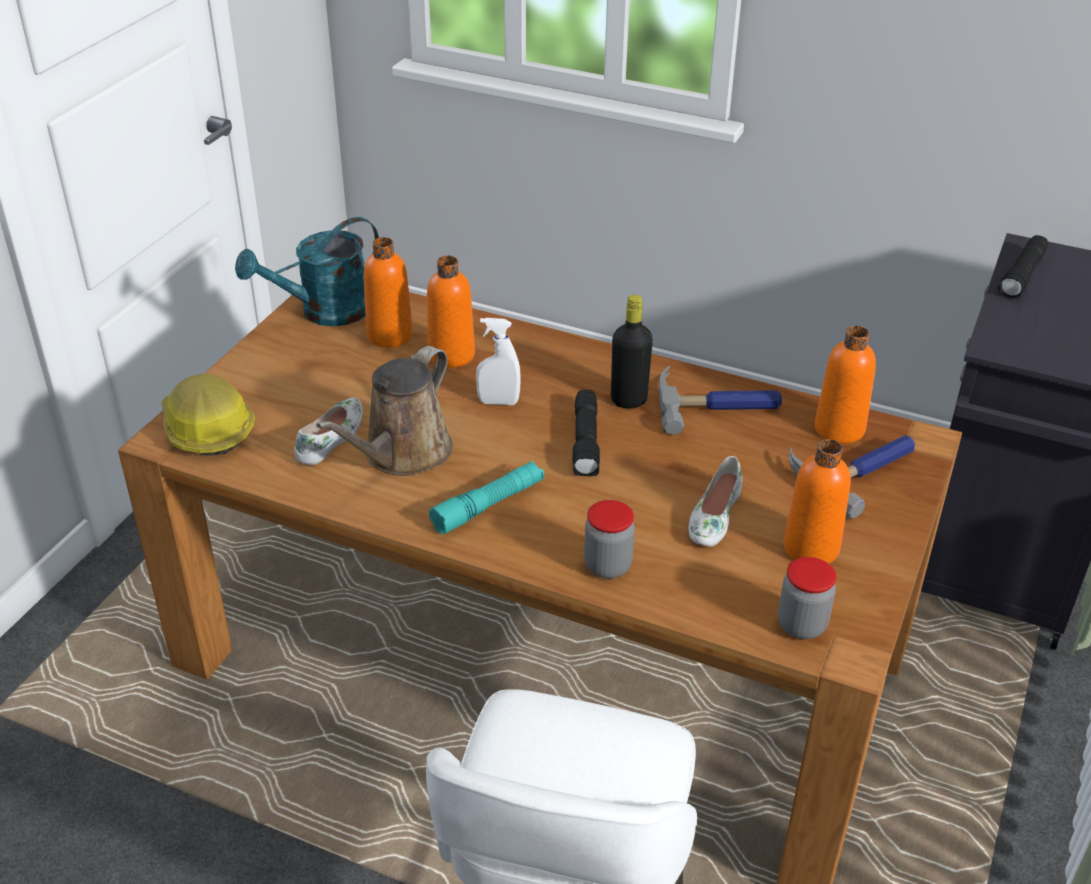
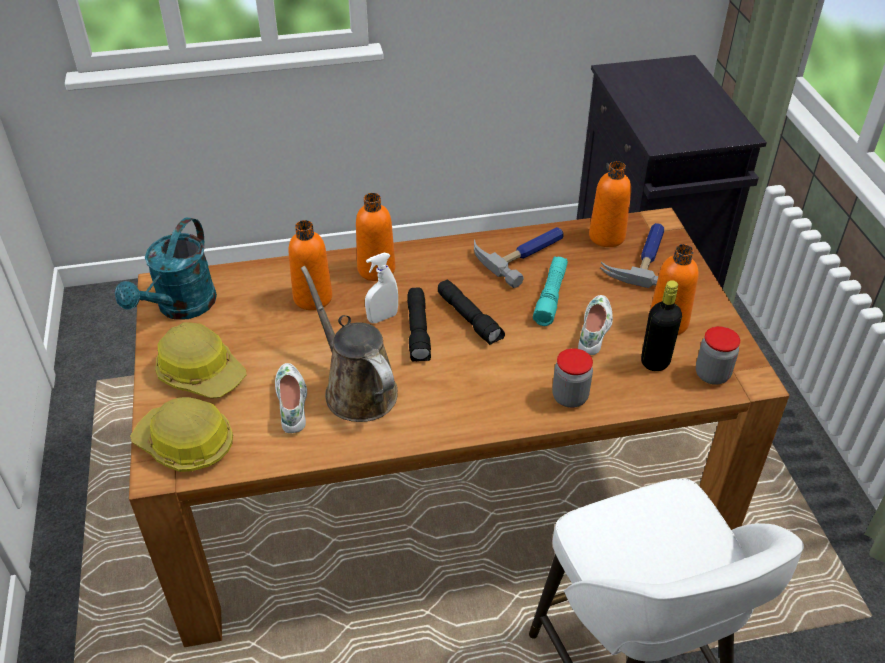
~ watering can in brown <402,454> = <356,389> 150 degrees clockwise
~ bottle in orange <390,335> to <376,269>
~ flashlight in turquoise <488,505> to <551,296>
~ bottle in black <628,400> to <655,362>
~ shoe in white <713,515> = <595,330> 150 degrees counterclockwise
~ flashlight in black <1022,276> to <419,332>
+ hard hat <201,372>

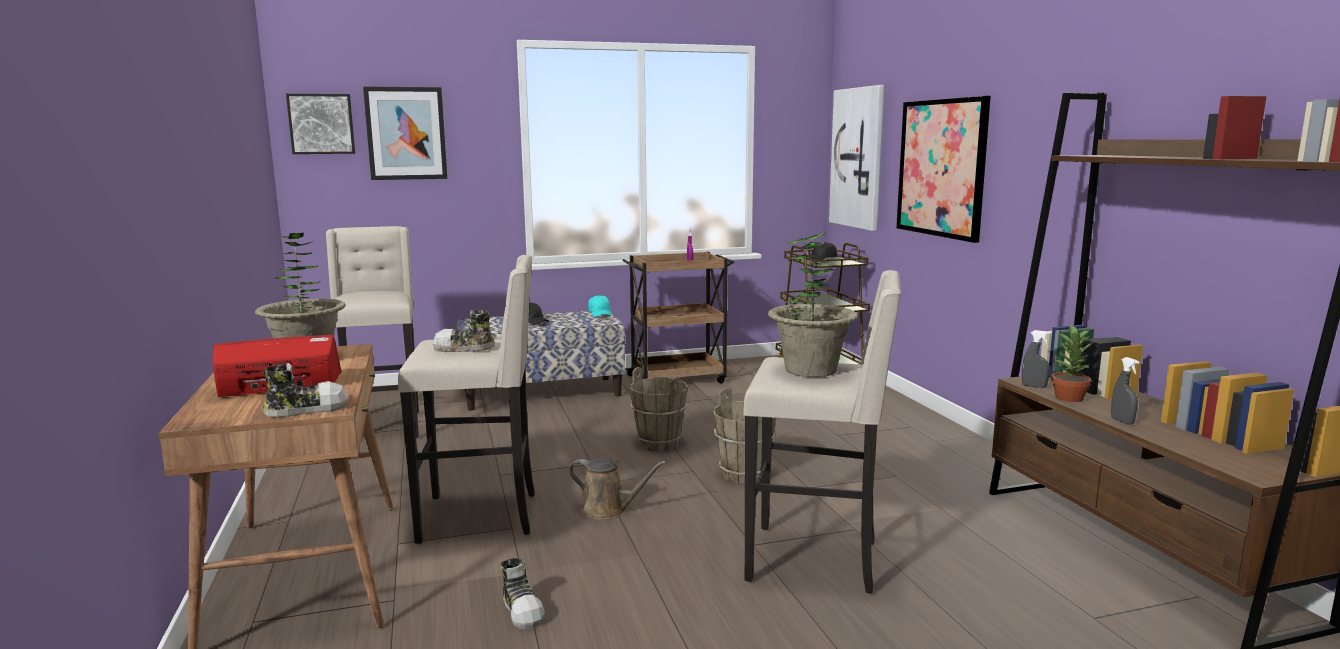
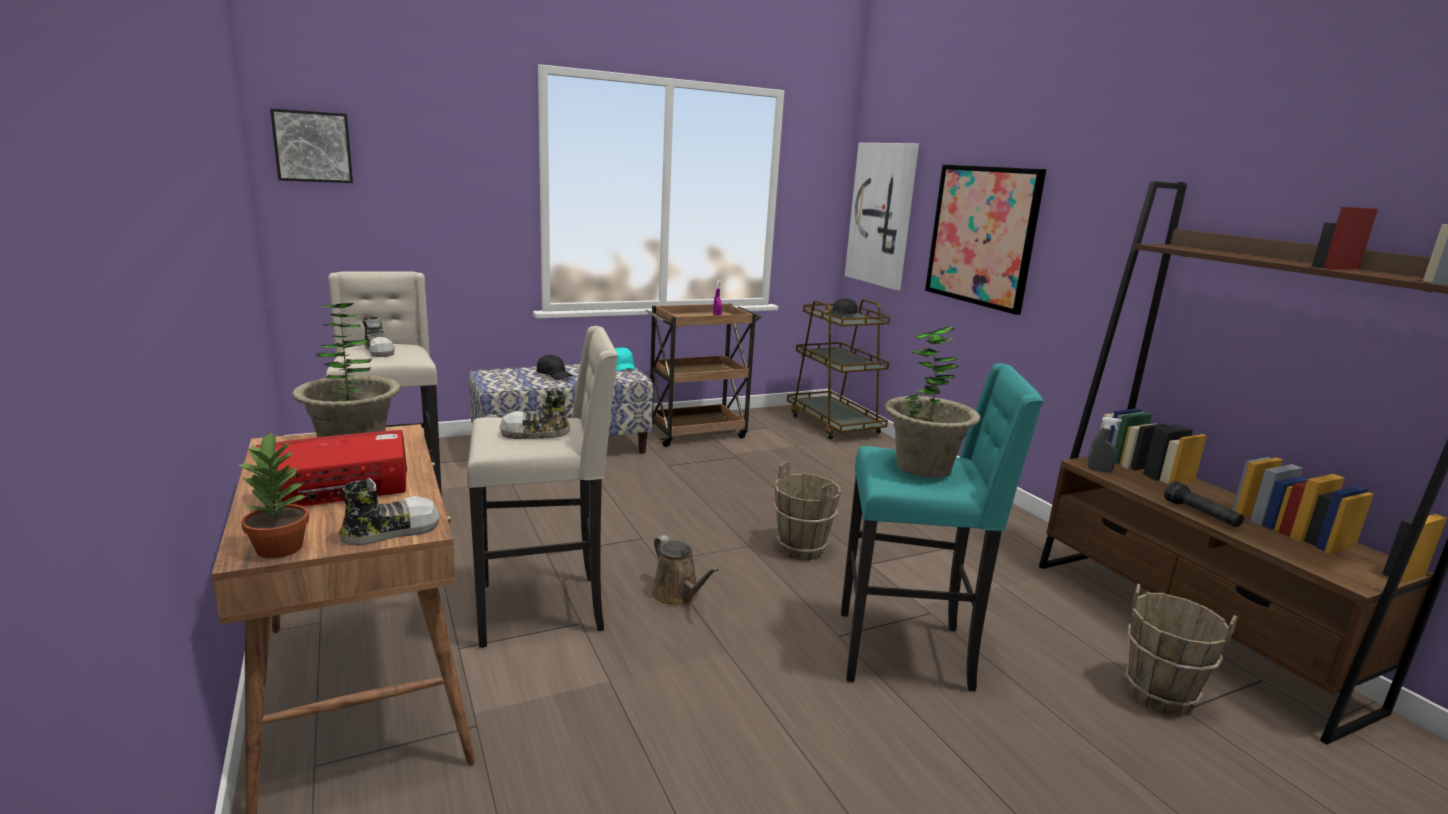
- picture <406,133>
~ shoe <523,610> to <379,351>
~ watering can in brown <608,510> = <678,596> 45 degrees clockwise
~ bucket in brown <659,444> to <1159,694>
~ stool in beige <816,560> to stool in turquoise <907,652>
~ potted plant <1069,398> to <281,548>
~ spray bottle in grey <1122,421> to flashlight in black <1201,515>

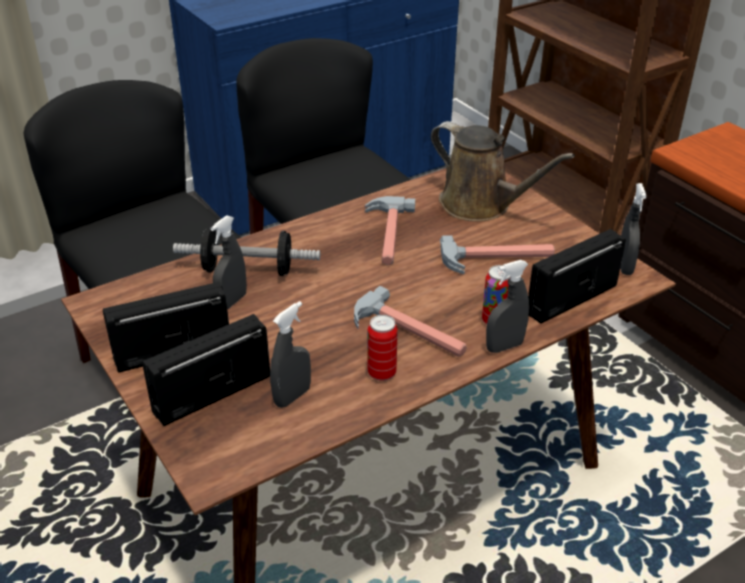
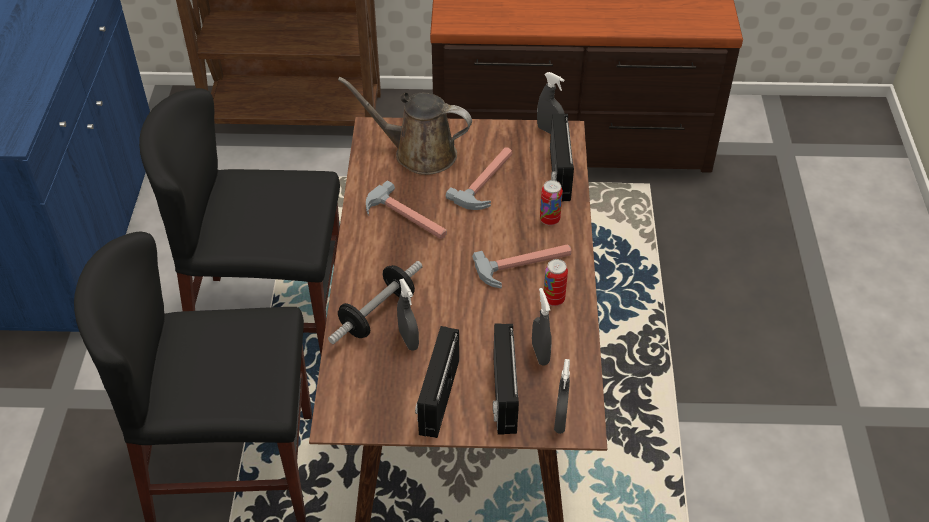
~ watering can in brown <481,205> = <419,153> 150 degrees counterclockwise
~ spray bottle in grey <504,346> to <560,420>

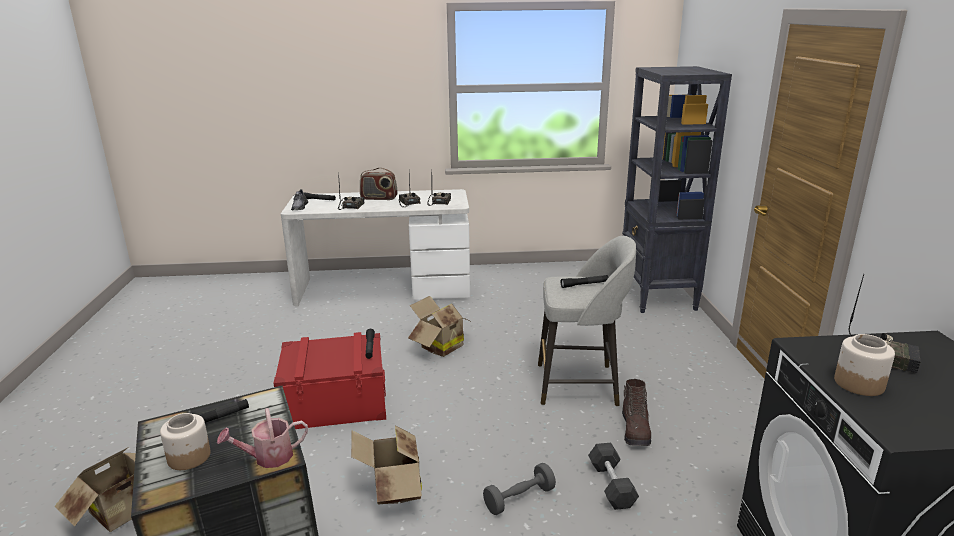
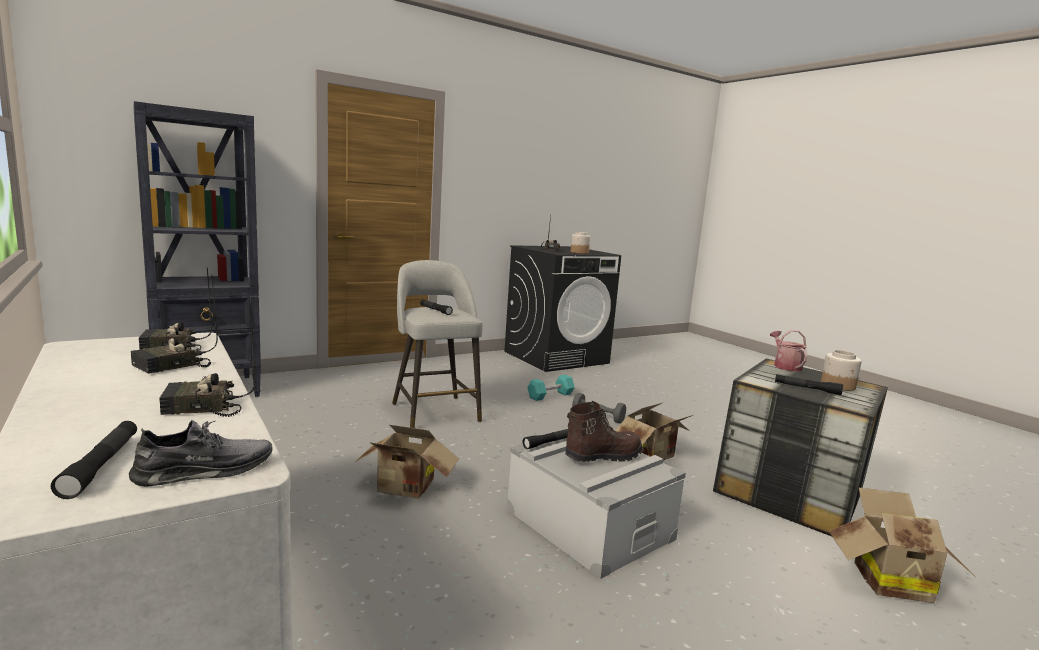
~ watering can <268,457> = <785,366> 135 degrees counterclockwise
~ storage box in red <335,401> to storage box in grey <588,524>
- radio <379,198>
~ dumbbell in black <611,485> to dumbbell in turquoise <550,396>
~ boot in brown <635,430> to <602,456>

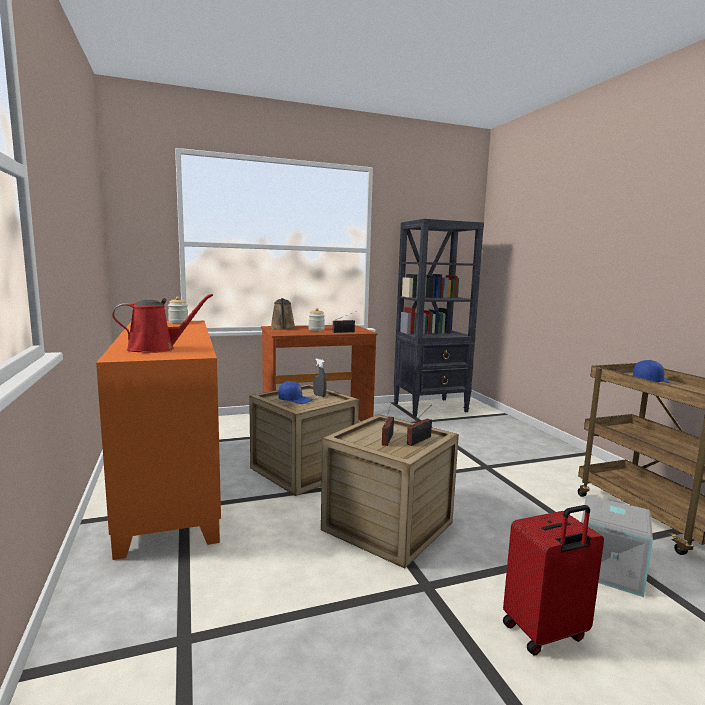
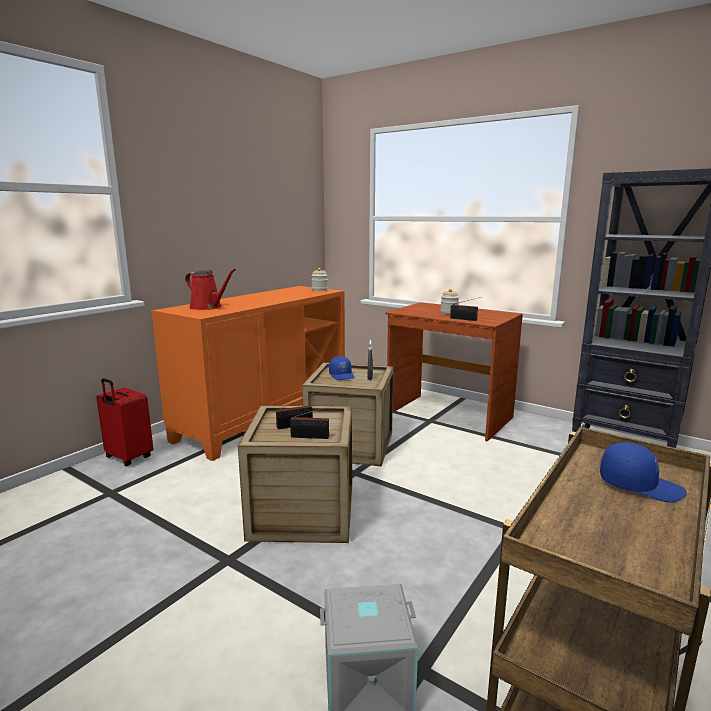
- watering can in brown <283,328>
~ suitcase in red <545,633> to <128,458>

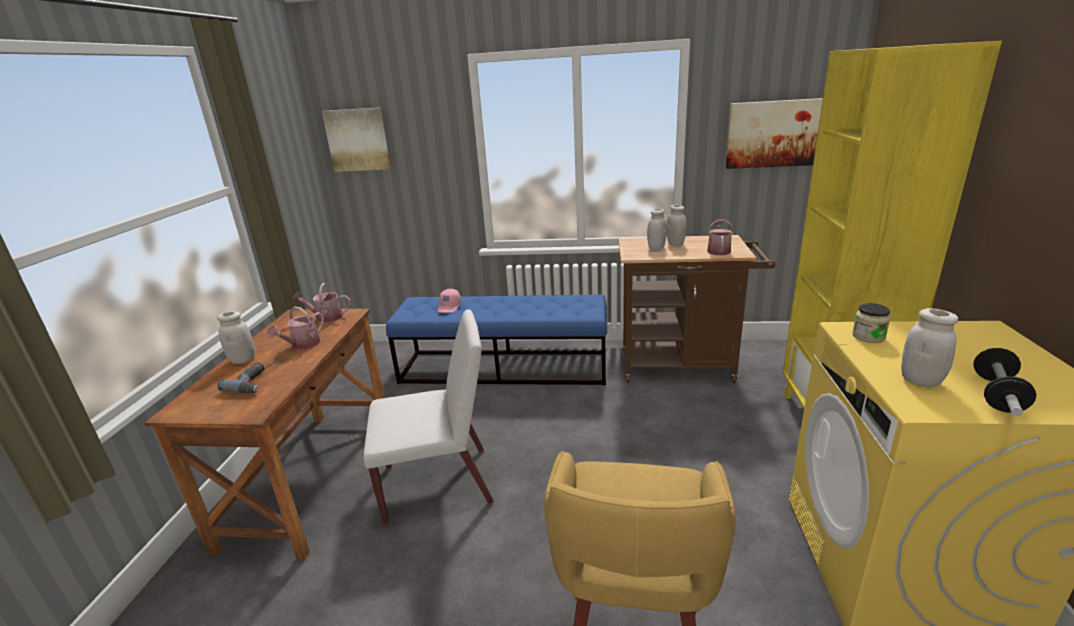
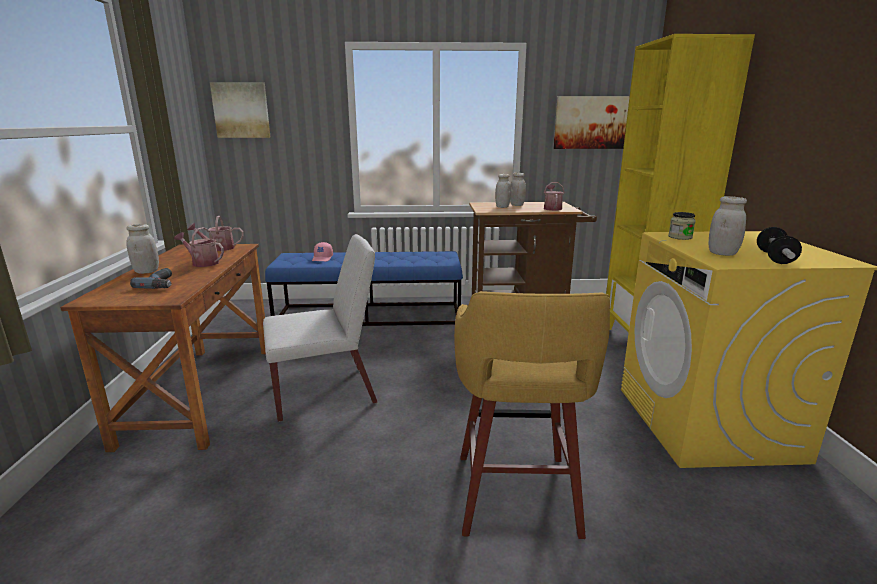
~ watering can <302,345> = <202,263> 90 degrees clockwise

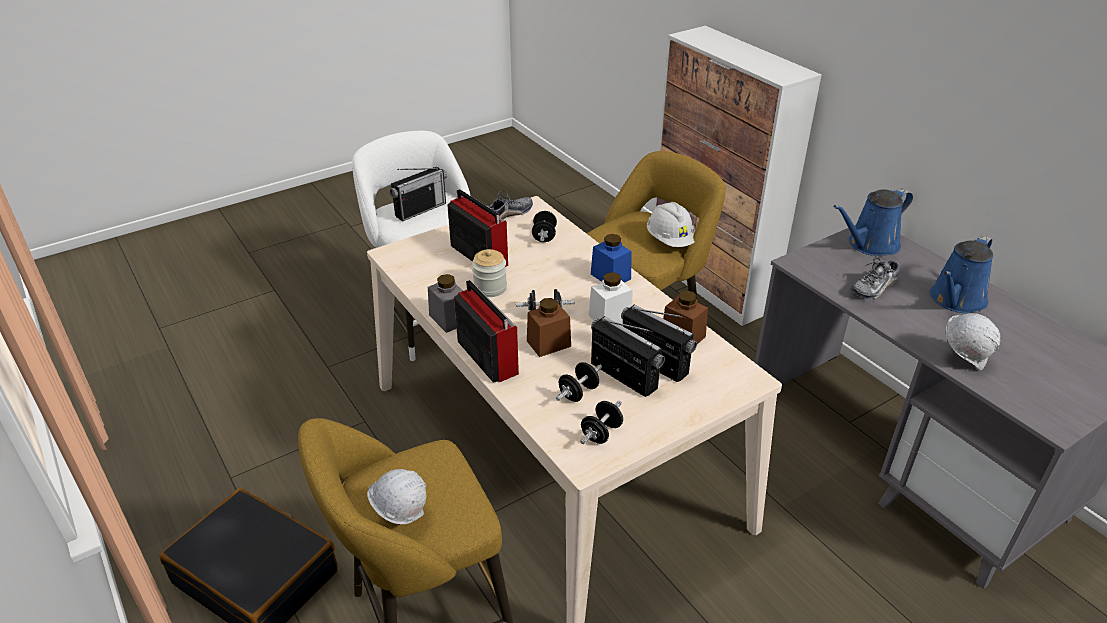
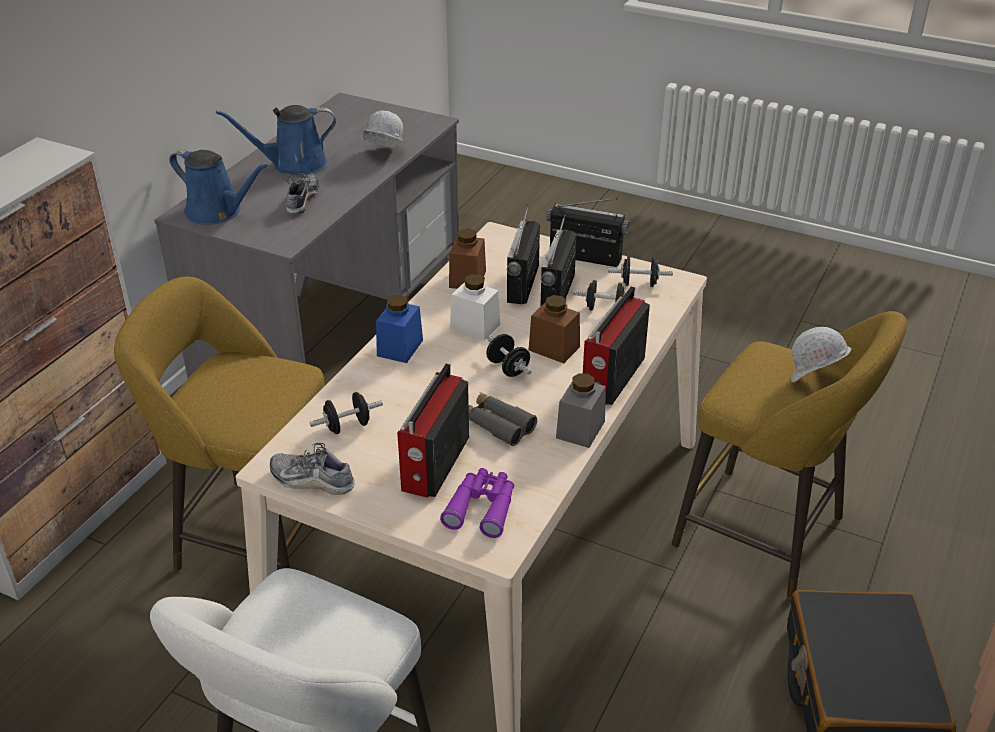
~ radio <420,210> to <585,257>
~ jar <490,288> to binoculars in grey <496,424>
- hard hat in white <670,240>
~ shoe <874,287> = <302,200> 105 degrees counterclockwise
~ watering can in blue <955,300> = <294,164> 150 degrees clockwise
+ binoculars in purple <482,507>

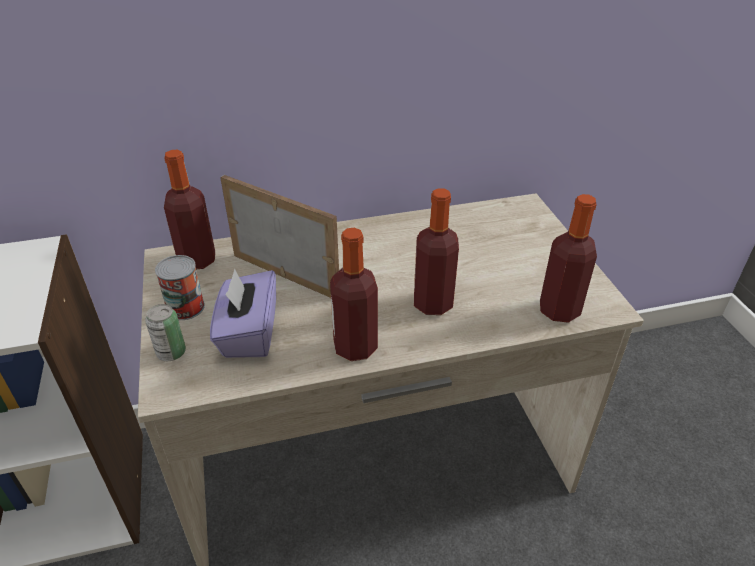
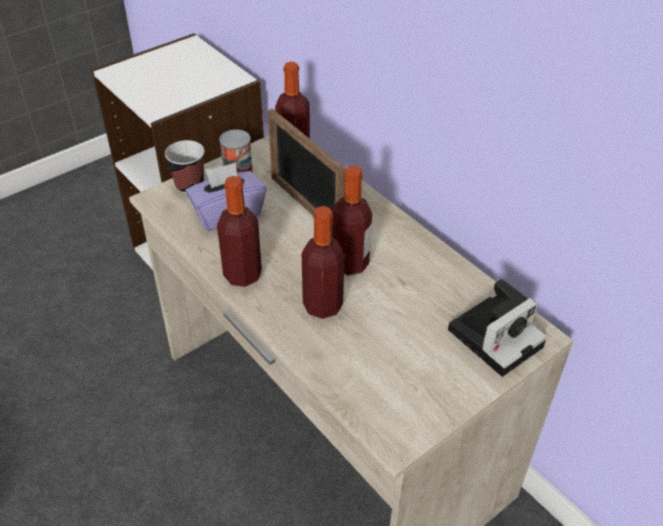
~ can <171,353> to cup <189,186>
~ picture frame <286,275> = <305,206> 135 degrees clockwise
~ bottle <559,310> to <350,264>
+ photo camera <496,336>

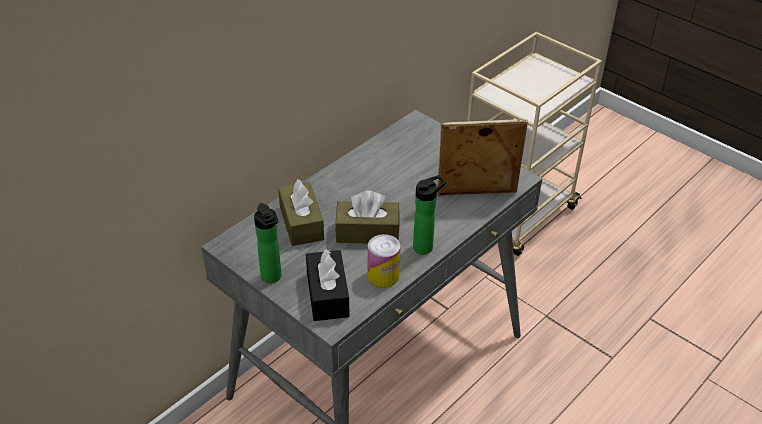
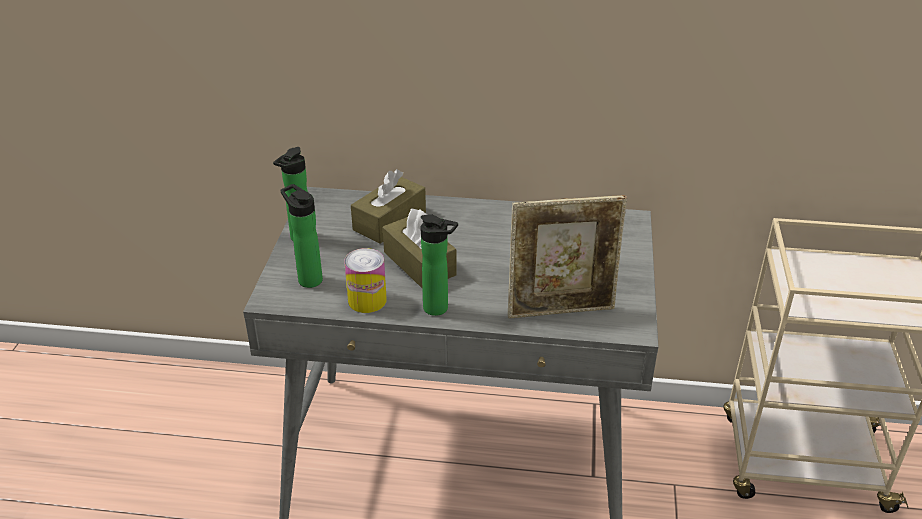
~ tissue box in black <327,294> to bottle <308,279>
~ picture frame <476,196> = <561,309> 120 degrees clockwise

